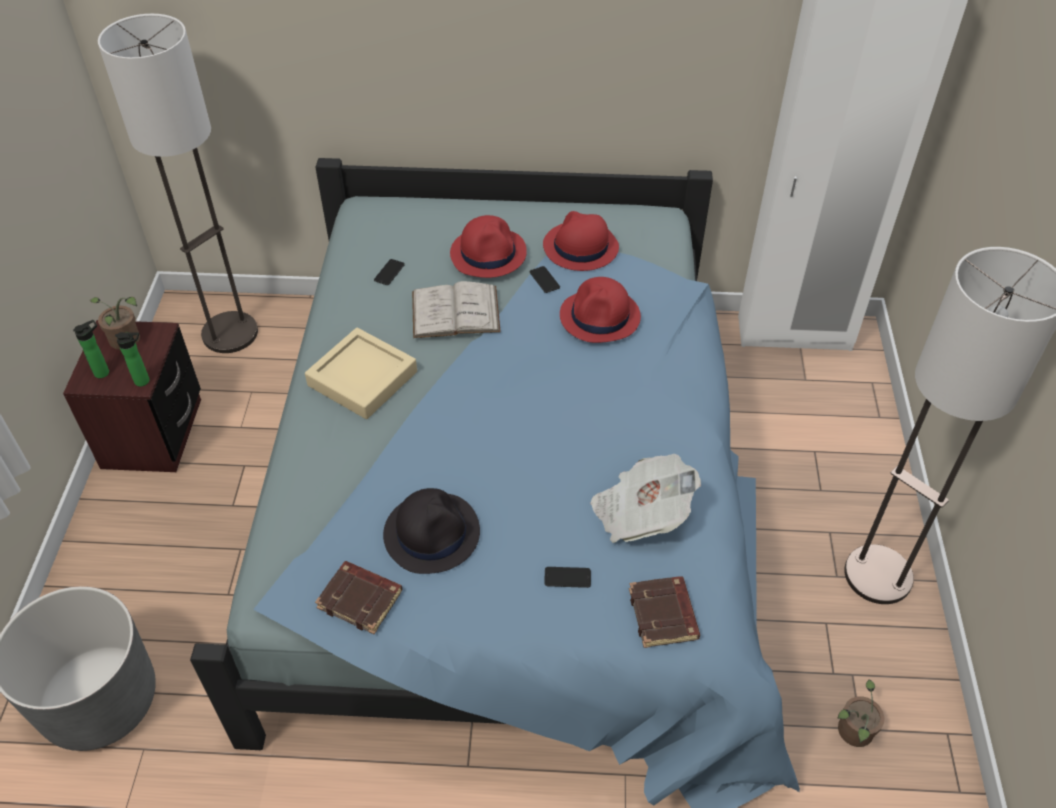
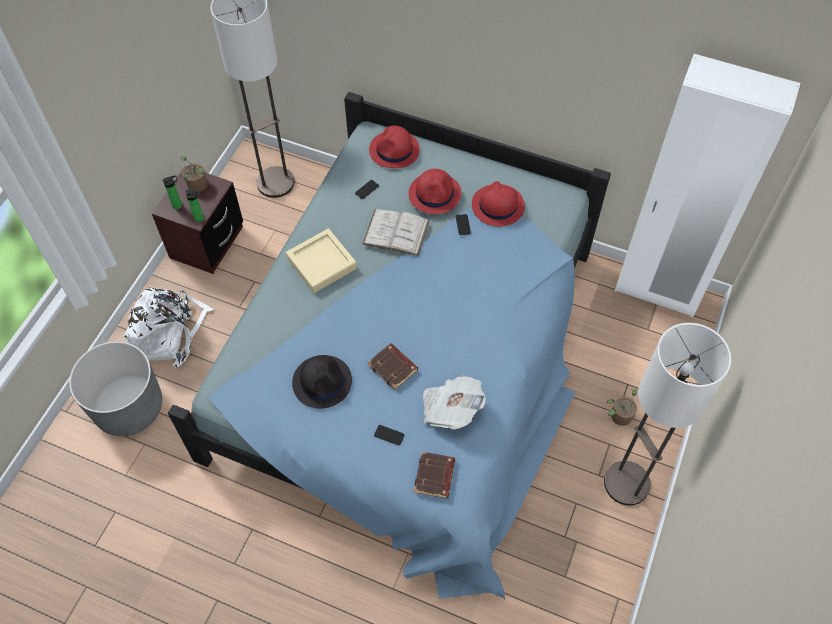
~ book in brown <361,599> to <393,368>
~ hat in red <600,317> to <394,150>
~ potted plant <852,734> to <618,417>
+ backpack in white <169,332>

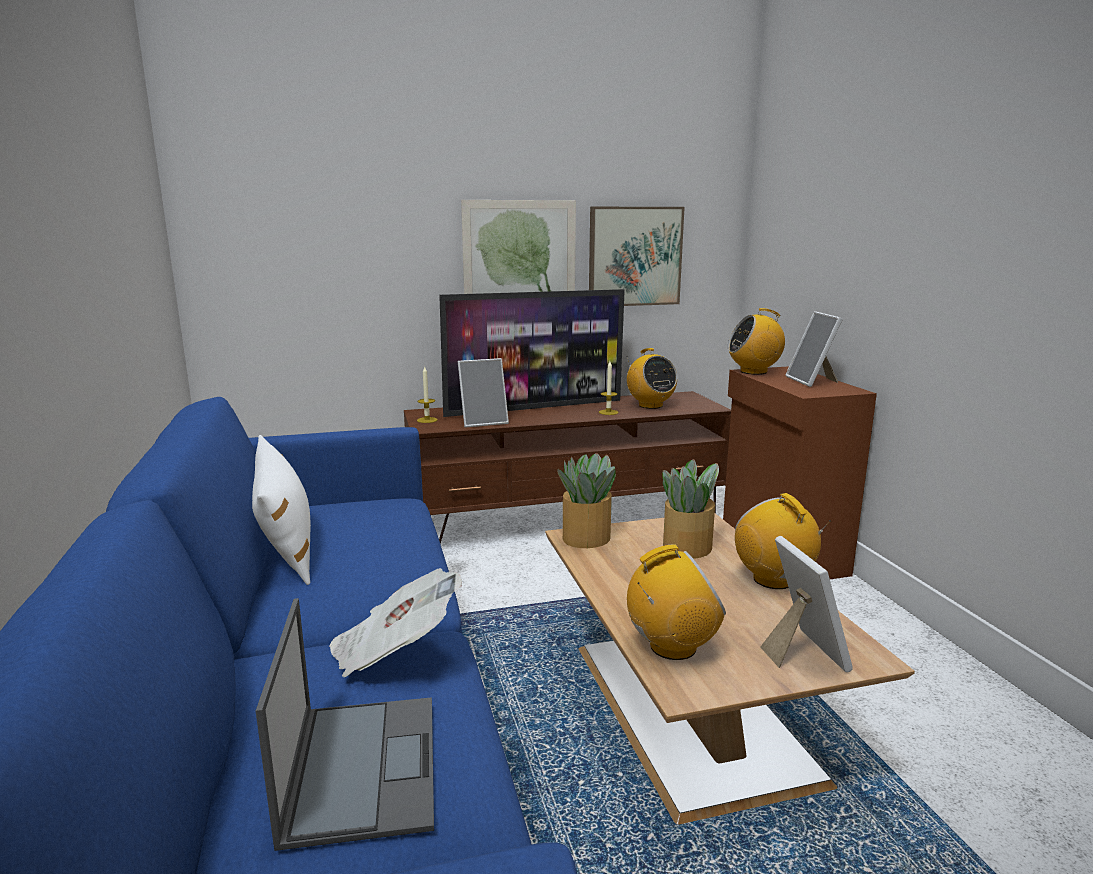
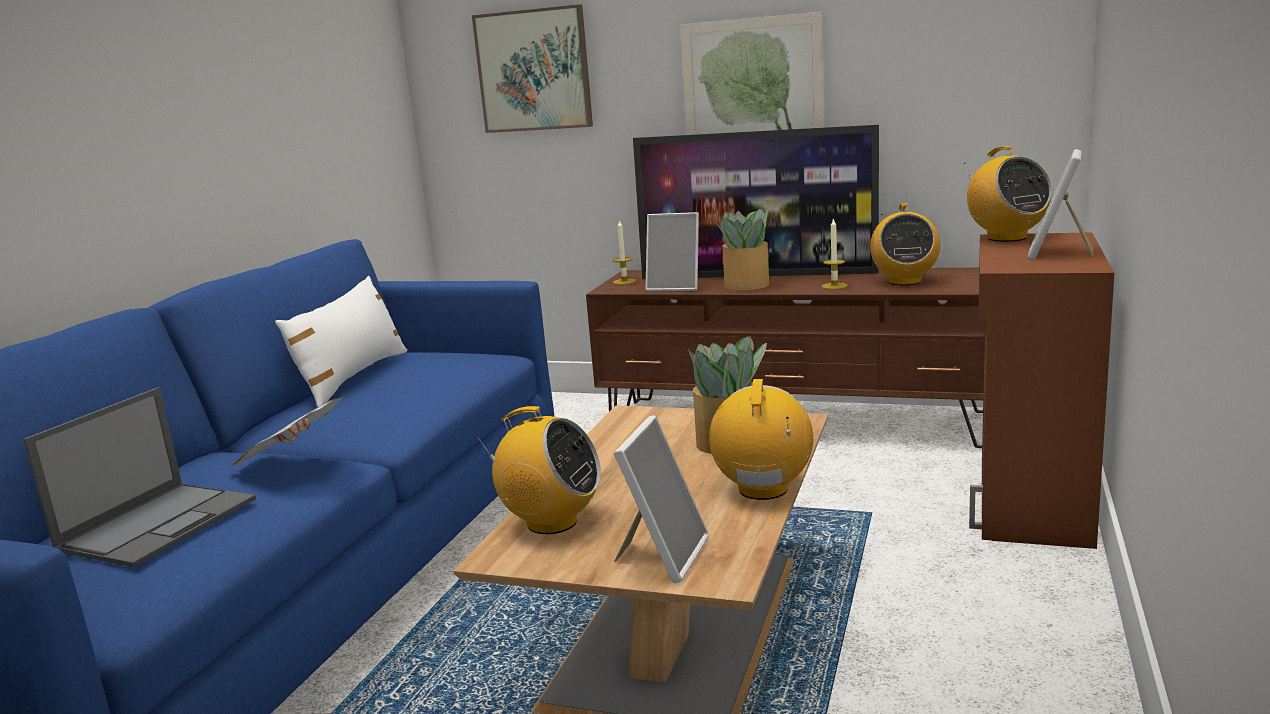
~ potted plant <585,538> to <745,285>
~ picture <634,256> to <534,70>
~ radio <754,371> = <1006,238> 135 degrees counterclockwise

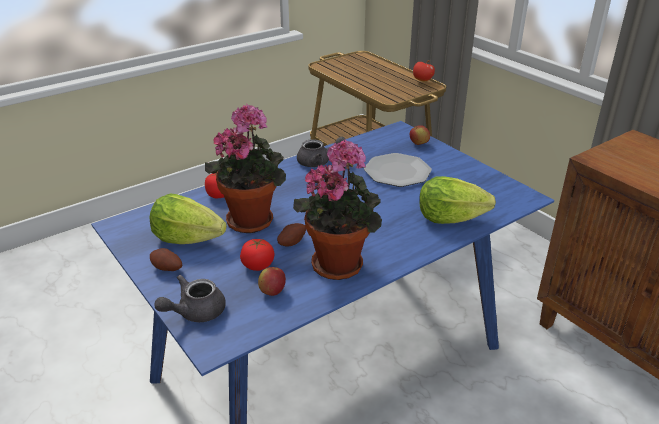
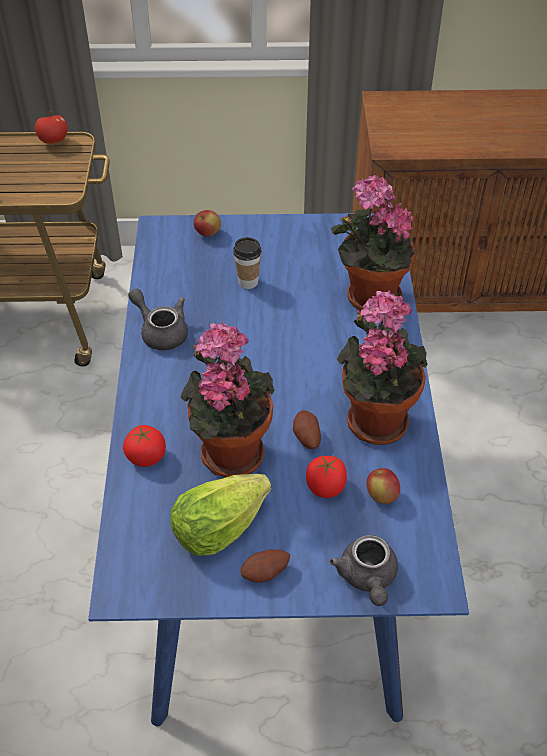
~ teapot in grey <318,162> = <161,331> 75 degrees counterclockwise
~ plate <397,172> to cup <248,282>
~ lettuce <449,218> to potted plant <368,297>

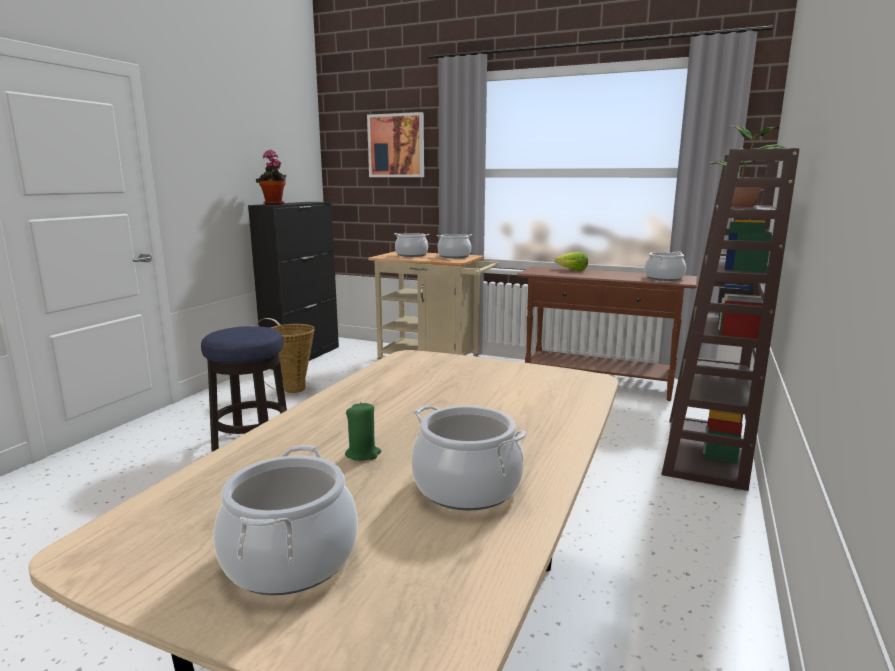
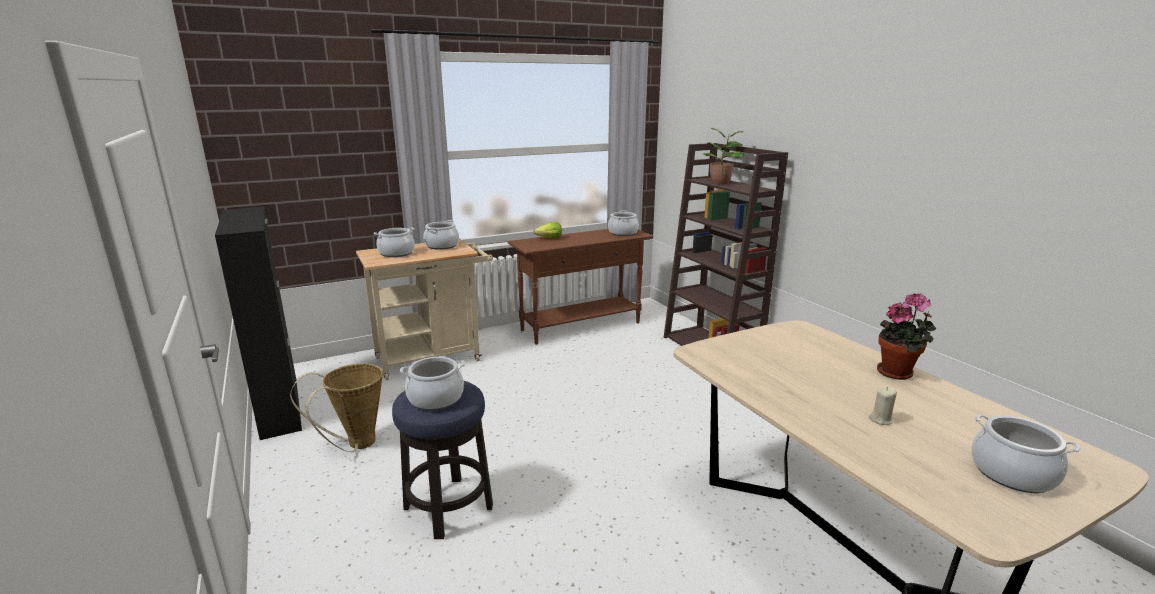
~ potted plant <274,204> to <898,373>
~ candle in green <363,454> to candle in beige <880,419>
- picture <396,146>
~ cooking pot <467,487> to <435,398>

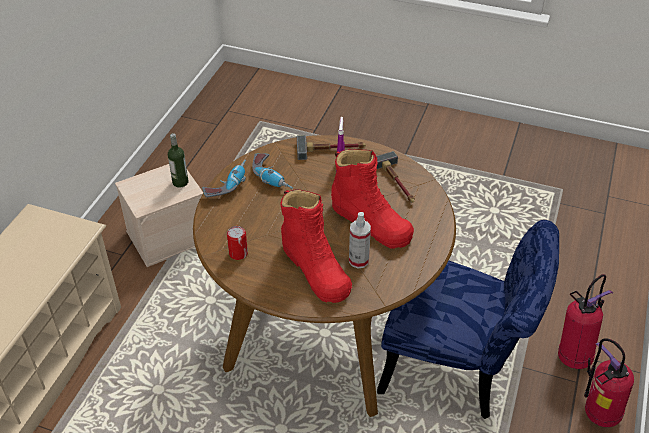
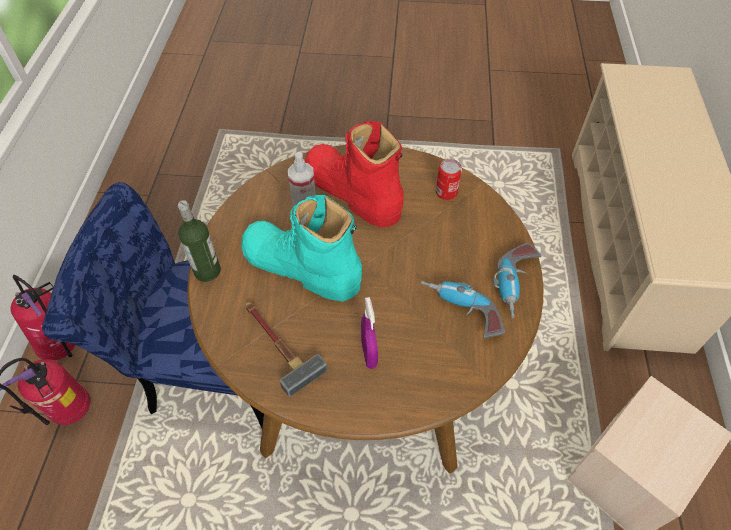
~ bottle <180,182> to <207,271>
- hammer <331,149>
~ boot in red <371,222> to boot in turquoise <301,267>

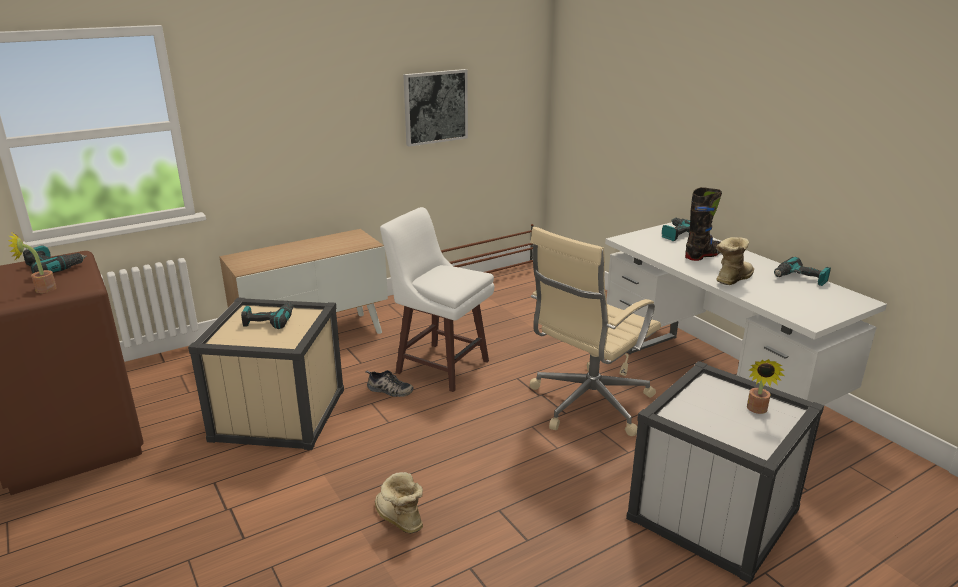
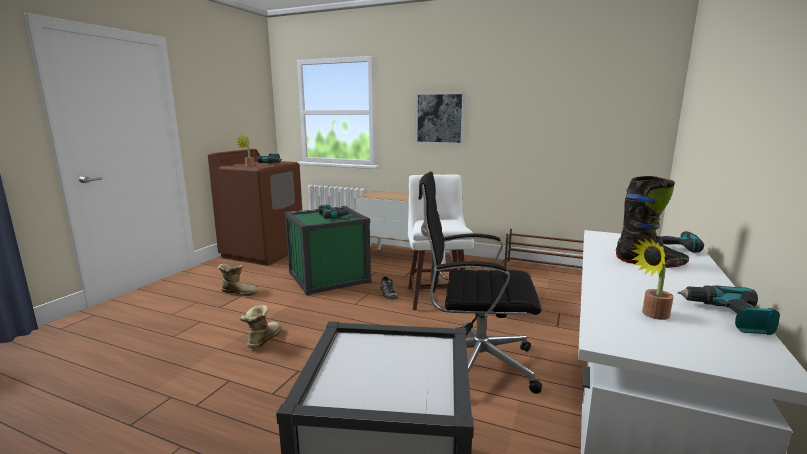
~ storage box in beige <279,414> to storage box in green <329,277>
~ picture <435,107> to <440,118>
~ office chair in beige <587,404> to office chair in black <474,364>
~ boot <731,279> to <239,292>
~ potted plant <757,410> to <651,314>

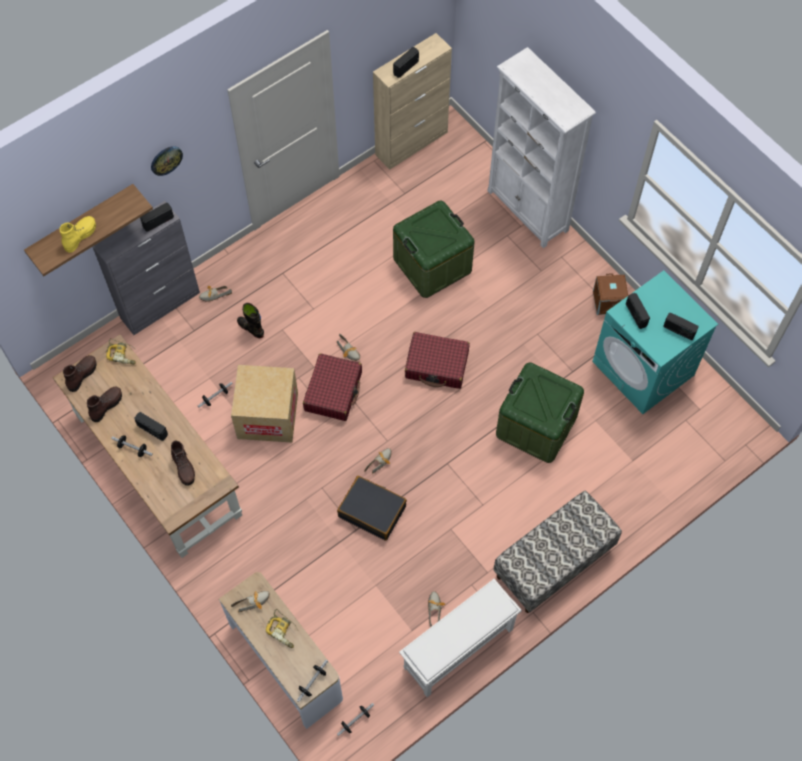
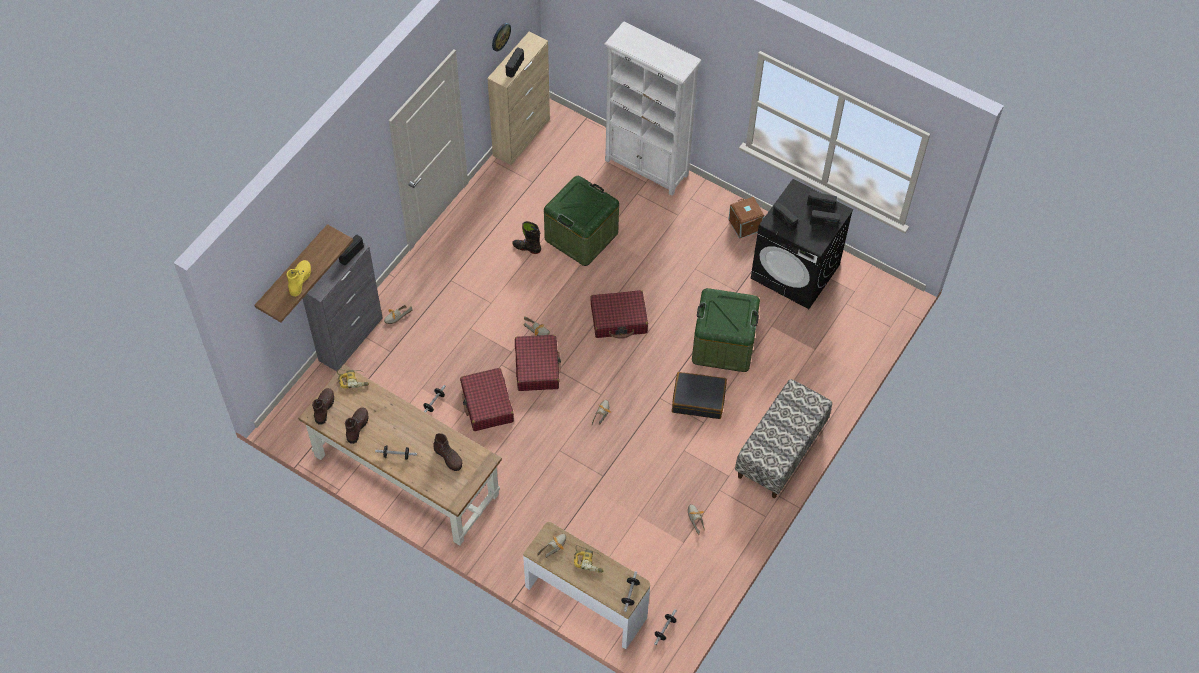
~ radio <152,430> to <820,205>
~ wall clock <166,160> to <500,36>
~ cardboard box <267,415> to suitcase in red <487,404>
~ boot in black <251,328> to <527,248>
~ suitcase in black <372,511> to <698,399>
- shoe rack in white <458,650>
~ washing machine in turquoise <643,369> to washing machine in black <795,272>

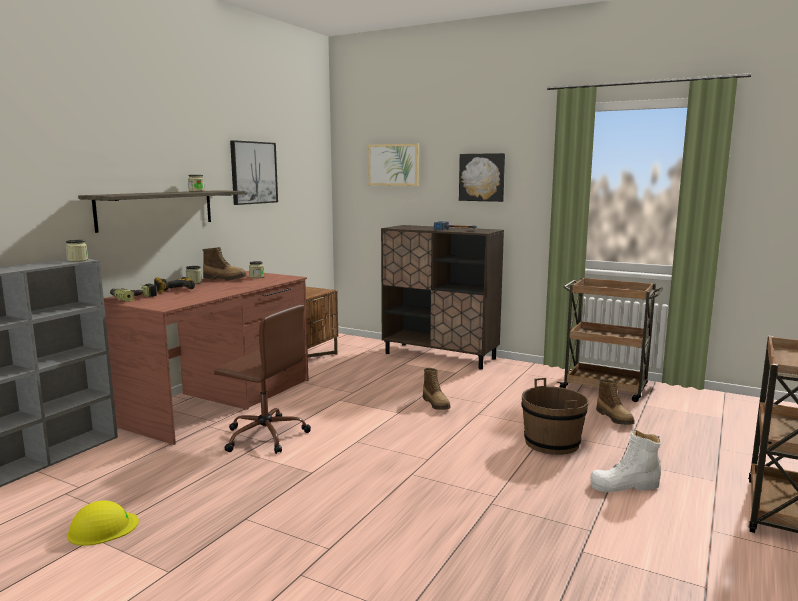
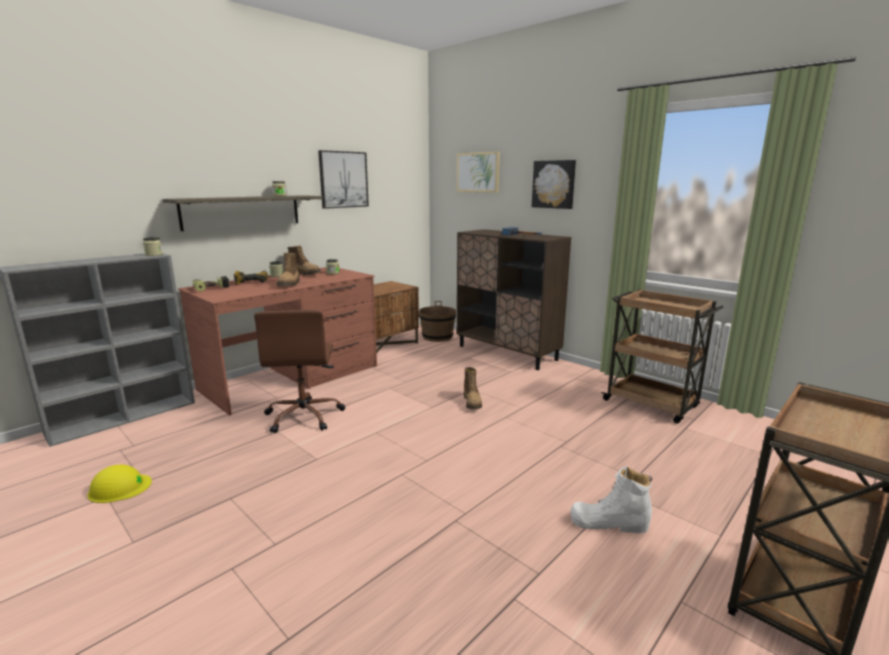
~ office chair in brown <264,436> = <304,416> 45 degrees clockwise
~ bucket in brown <552,443> to <437,337>
~ boot <615,418> to <289,284>

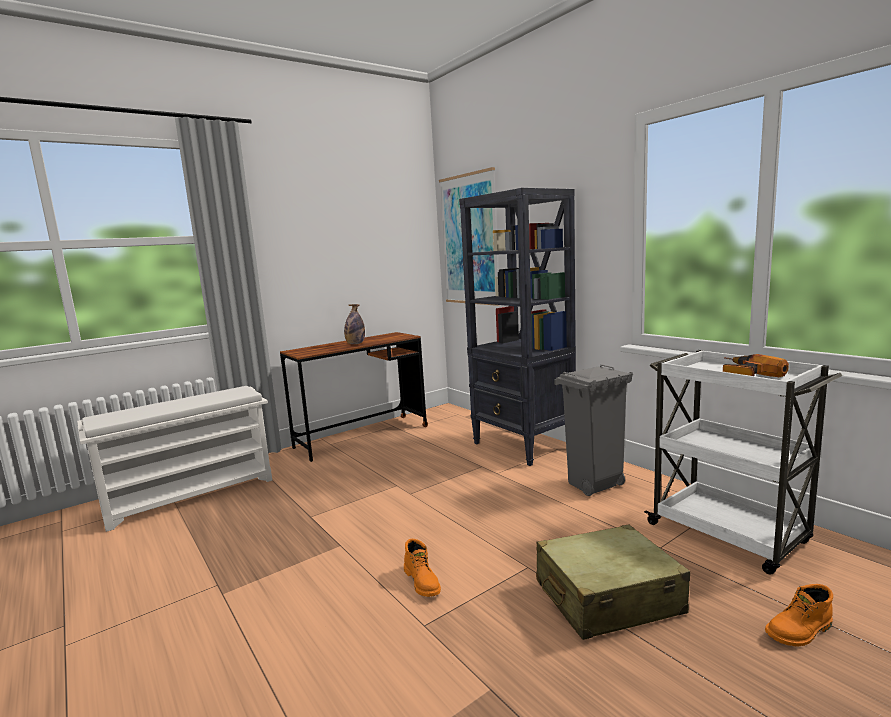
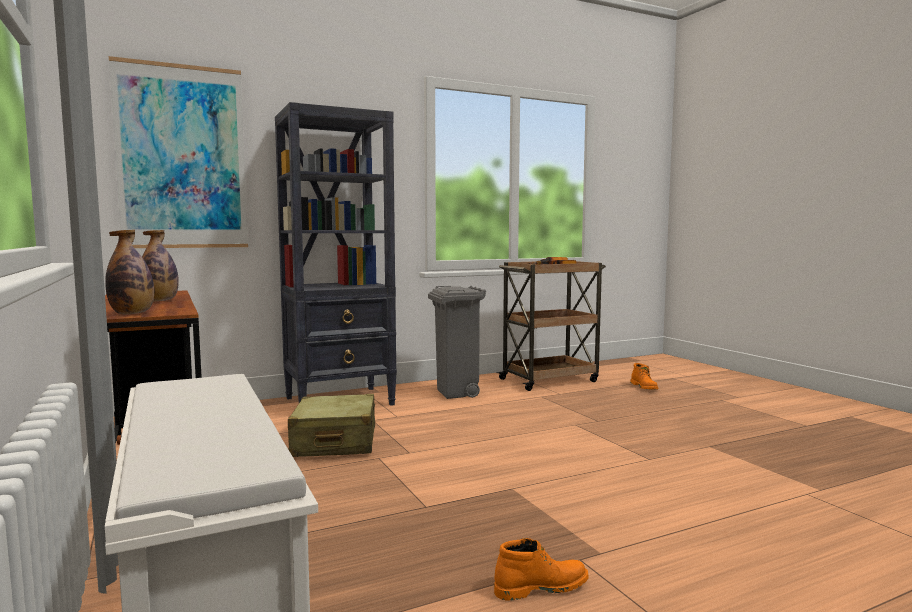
~ boot in orange <422,582> to <541,587>
~ suitcase in beige <607,598> to <335,442>
~ cart in white <729,534> to cart in brown <550,380>
+ bottle <132,314>

